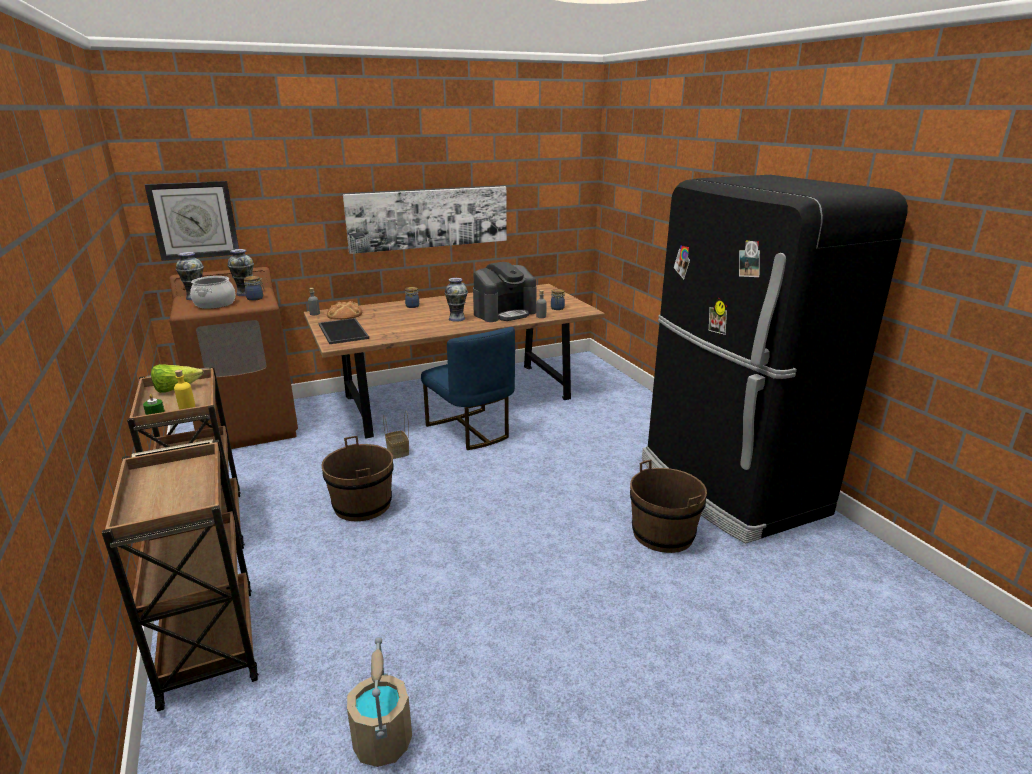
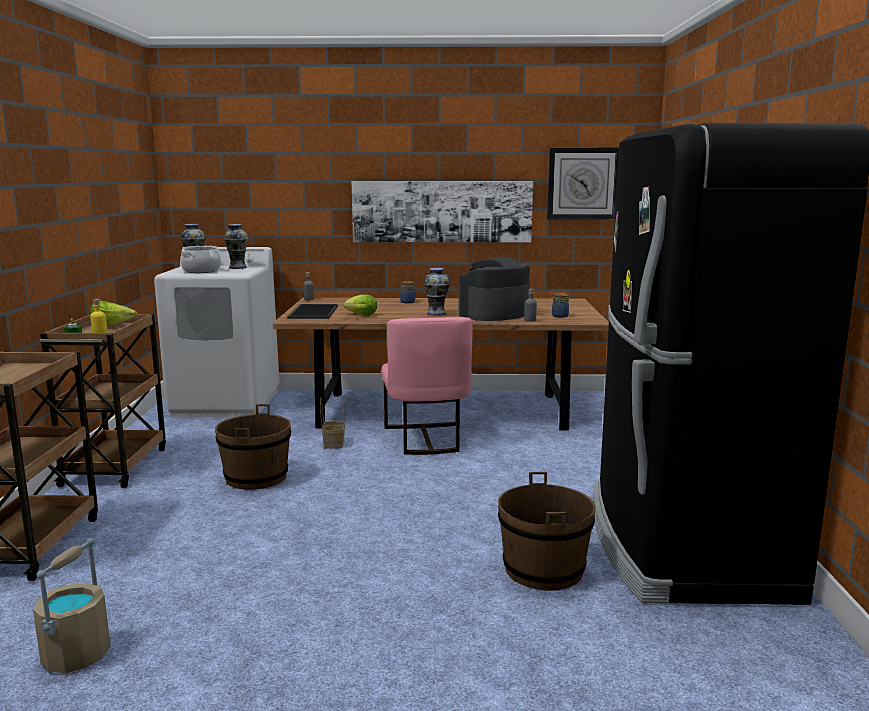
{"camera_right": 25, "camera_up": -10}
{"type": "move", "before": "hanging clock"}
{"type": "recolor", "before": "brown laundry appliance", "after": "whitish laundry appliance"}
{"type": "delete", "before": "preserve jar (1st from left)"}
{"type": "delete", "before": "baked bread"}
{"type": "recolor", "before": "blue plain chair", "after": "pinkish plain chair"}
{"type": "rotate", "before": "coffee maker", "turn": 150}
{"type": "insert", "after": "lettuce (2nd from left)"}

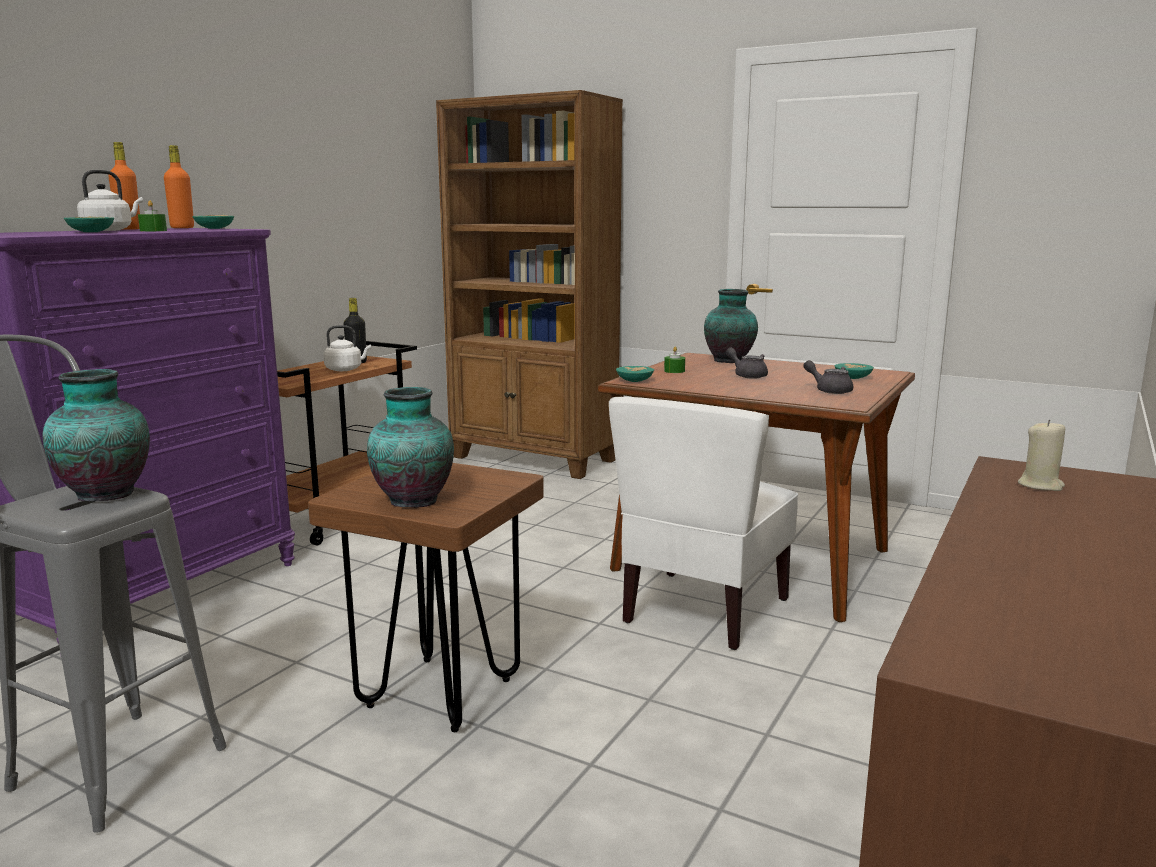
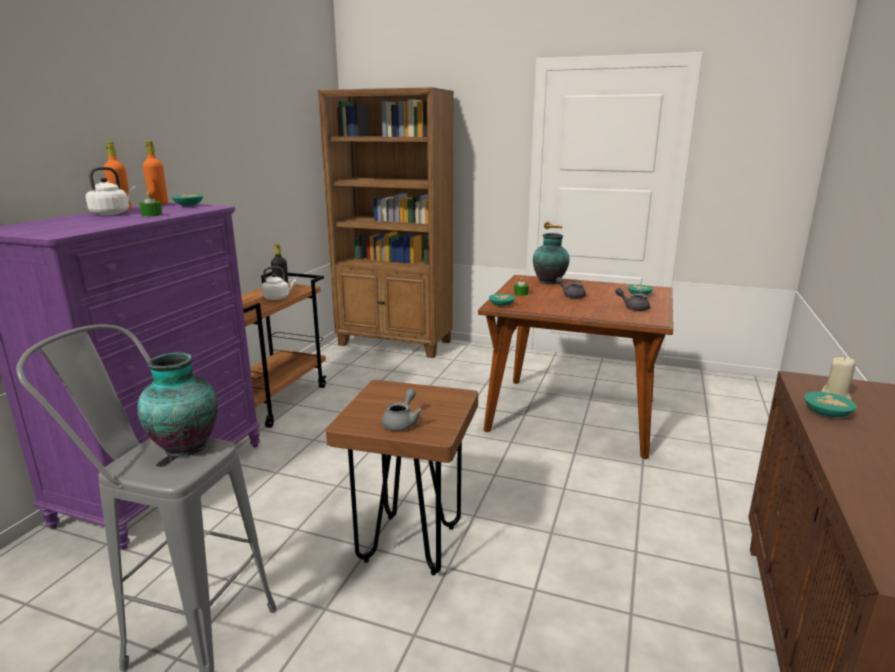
{"camera_right": -10, "camera_up": 5}
{"type": "move", "before": "turquoise-coloured deep dish (1st from left in the first image)", "after": "turquoise-coloured deep dish (4th from left)"}
{"type": "replace", "before": "decorative vase (2nd from left)", "after": "gray teapot (1st from left)"}
{"type": "delete", "before": "whitish plain chair"}

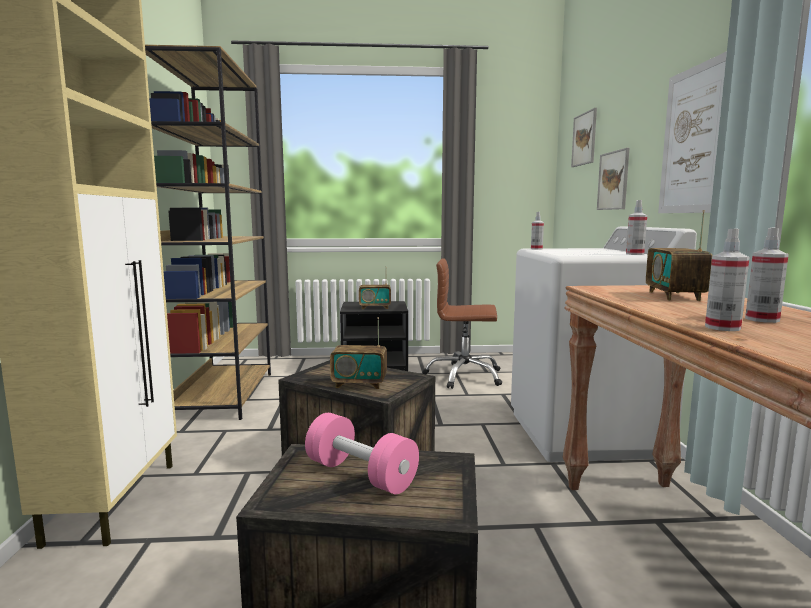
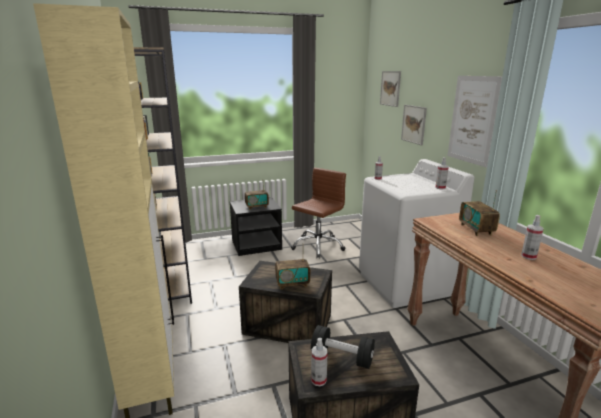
{"camera_right": -15, "camera_up": 10}
{"type": "recolor", "before": "pinkish free weight", "after": "black free weight"}
{"type": "rotate", "before": "brown computer chair", "turn": 135}
{"type": "move", "before": "sprayer (3rd from left in the first image)", "after": "sprayer (1st from left)"}

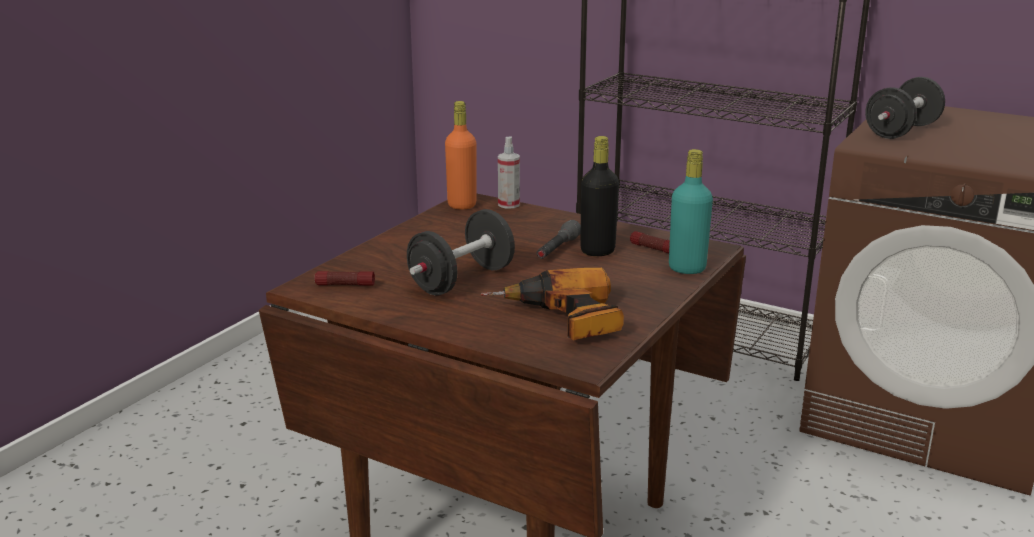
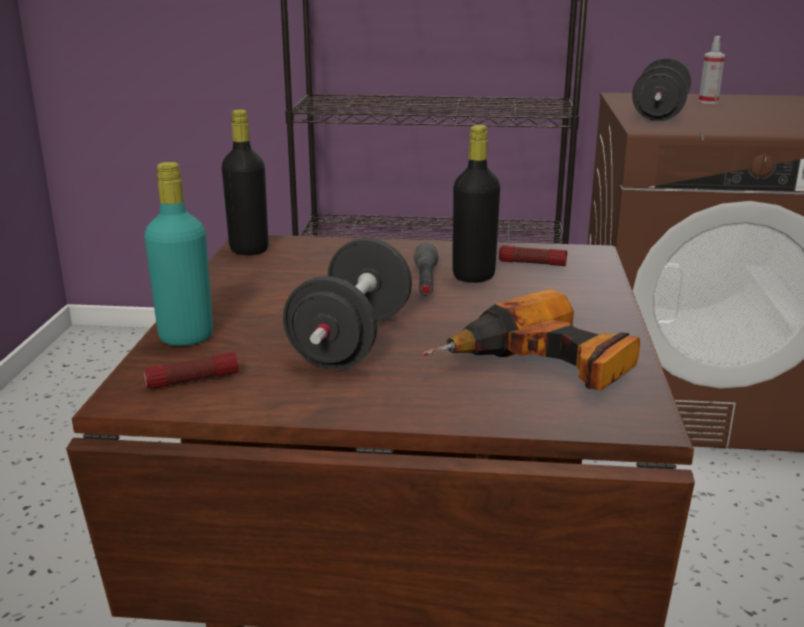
{"camera_right": -25, "camera_up": 0}
{"type": "recolor", "before": "orange-coloured drink bottle", "after": "black drink bottle (1st from left)"}
{"type": "move", "before": "sprayer"}
{"type": "move", "before": "turquoise-coloured drink bottle"}

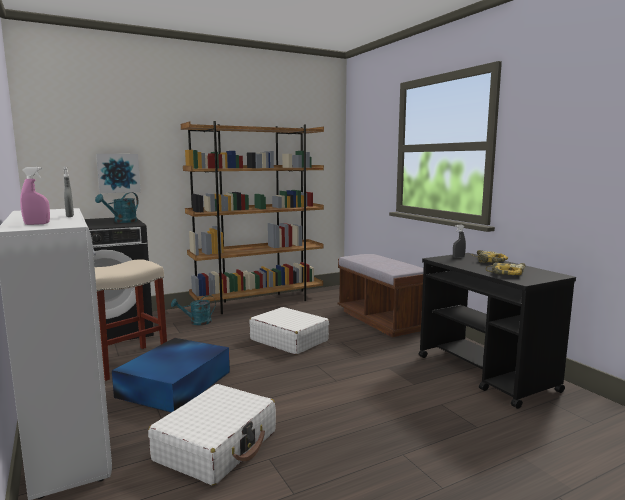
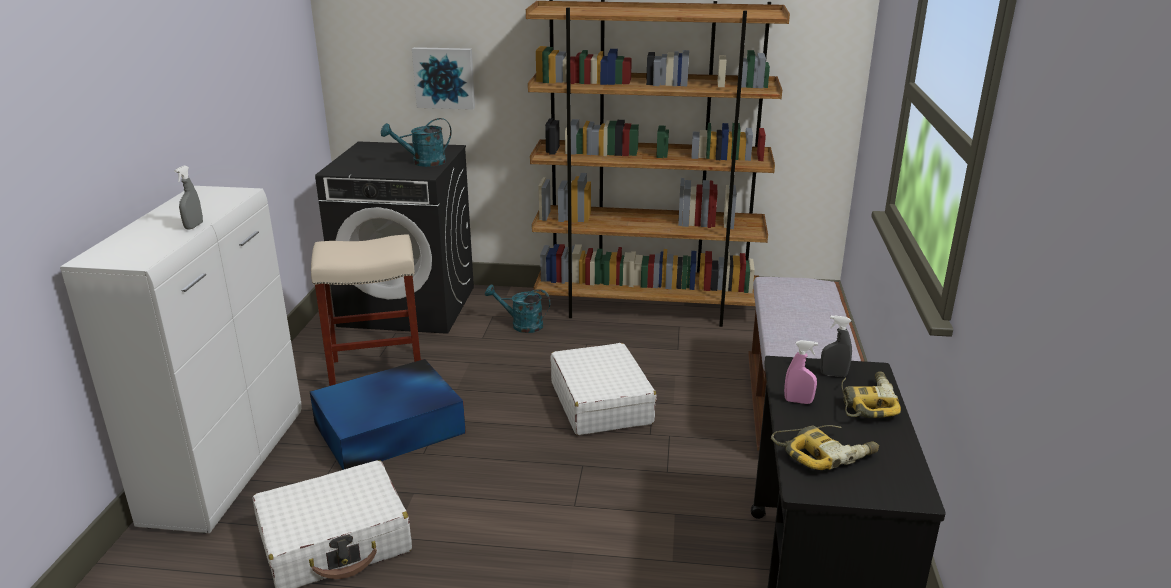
{"camera_right": 35, "camera_up": 15}
{"type": "move", "before": "pinkish sprayer"}

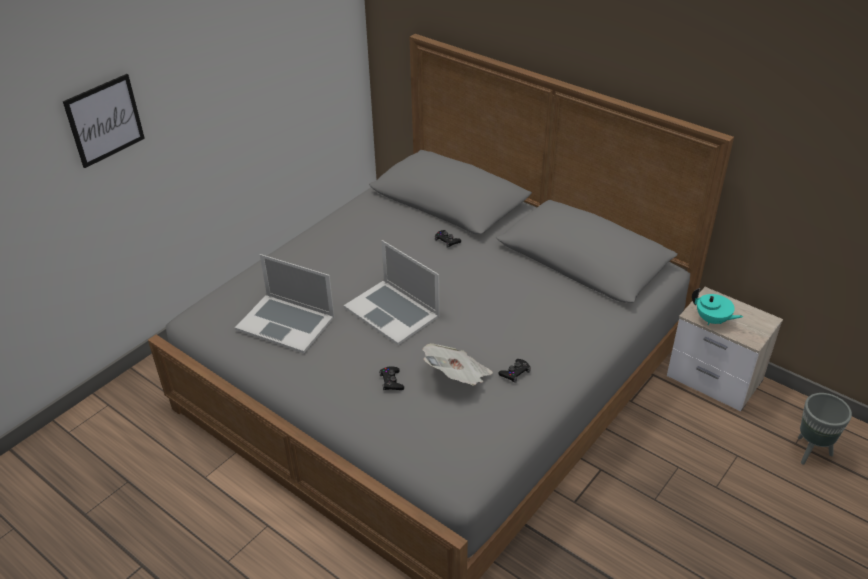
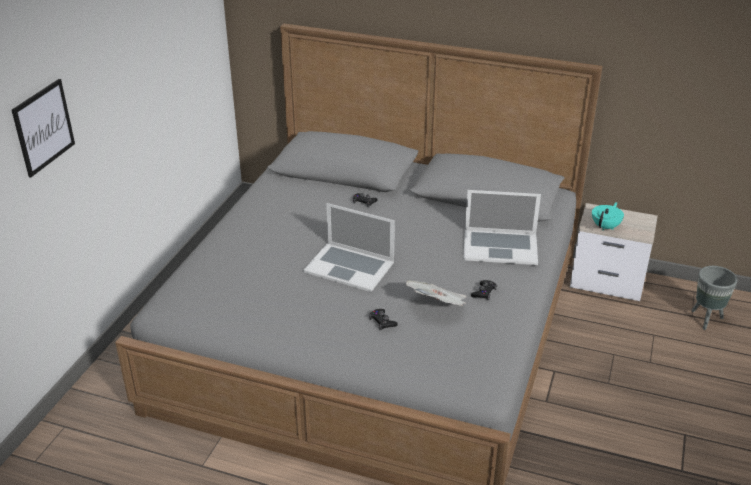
{"camera_right": -20, "camera_up": -5}
{"type": "move", "before": "notebook computer (1st from left in the first image)", "after": "notebook computer (2nd from left)"}
{"type": "rotate", "before": "turquoise-coloured teapot", "turn": -75}

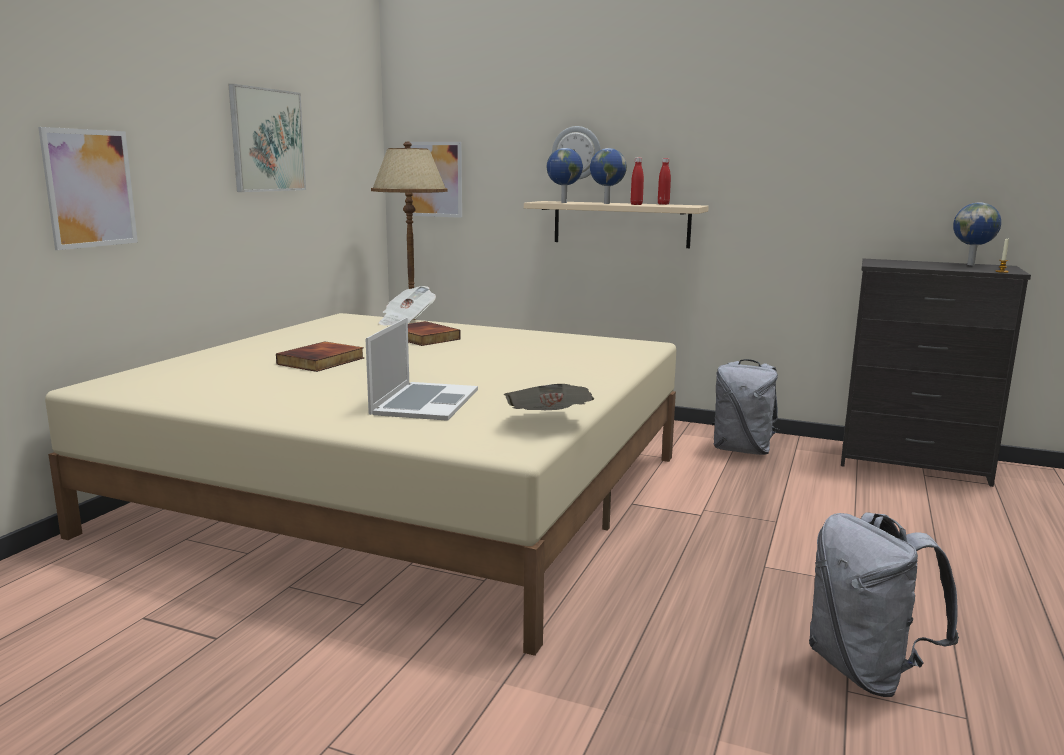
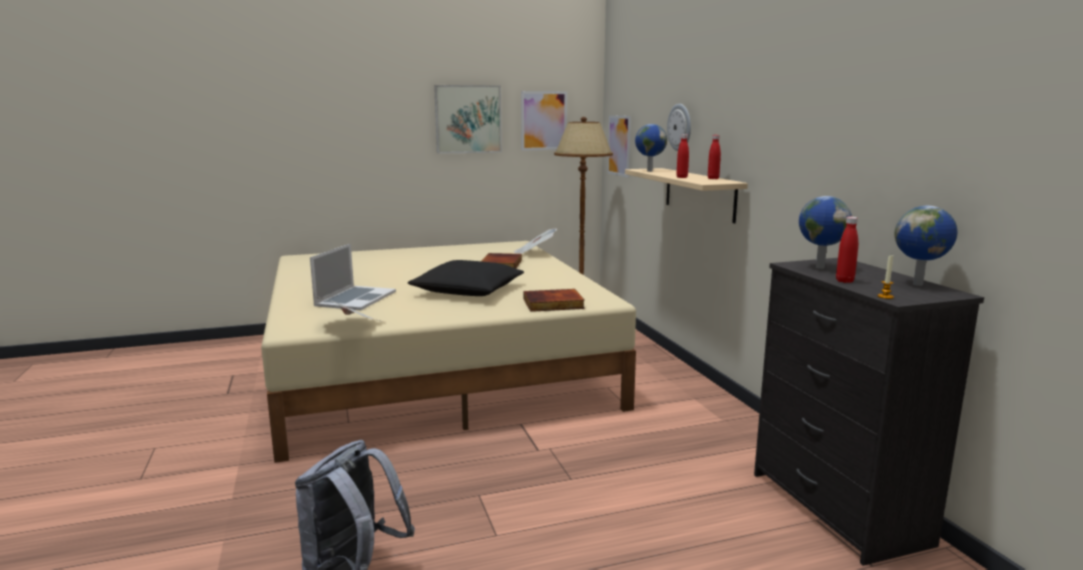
{"camera_right": 50, "camera_up": 0}
{"type": "move", "before": "wall picture (1st from left in the first image)", "after": "wall picture (2nd from left)"}
{"type": "move", "before": "volume (1st from left in the first image)", "after": "volume (2nd from left)"}
{"type": "rotate", "before": "notebook computer", "turn": -45}
{"type": "move", "before": "globe (2nd from left)"}
{"type": "delete", "before": "gray rucksack (1st from left)"}
{"type": "insert", "after": "black pillow"}
{"type": "insert", "after": "red-coloured drink bottle (3rd from left)"}

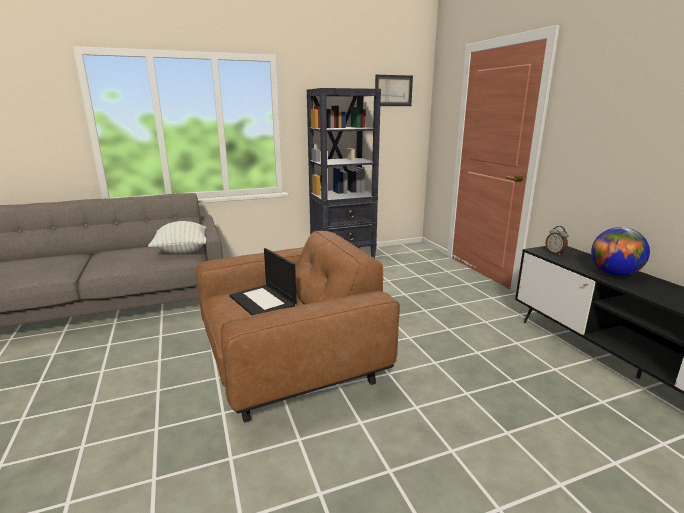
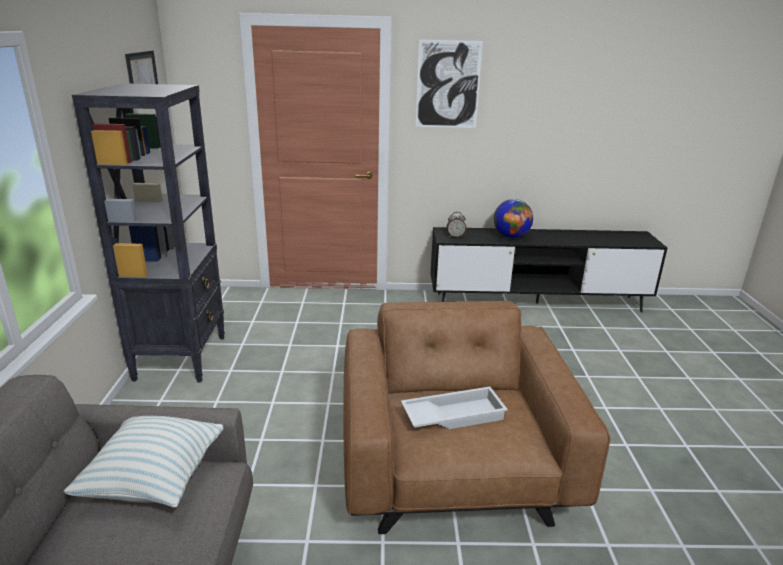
{"camera_right": -70, "camera_up": 5}
{"type": "replace", "before": "notebook computer", "after": "whitish tray"}
{"type": "insert", "after": "wall picture (2nd from left)"}

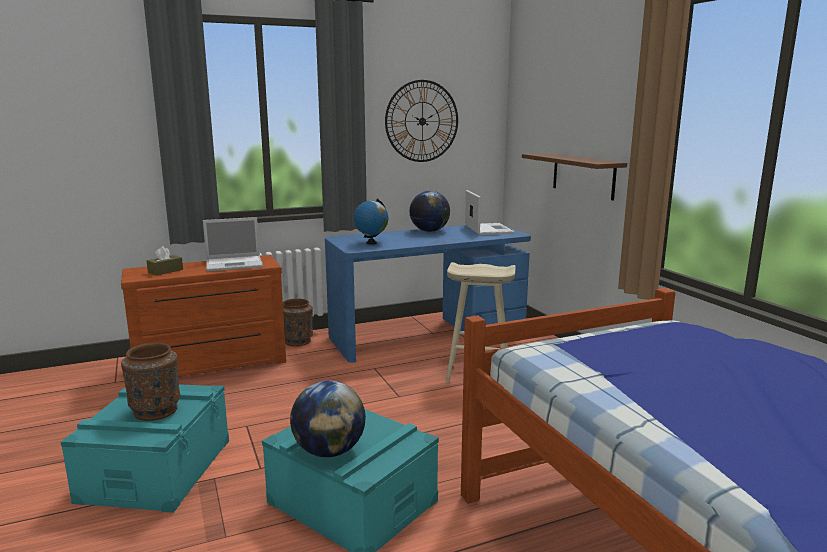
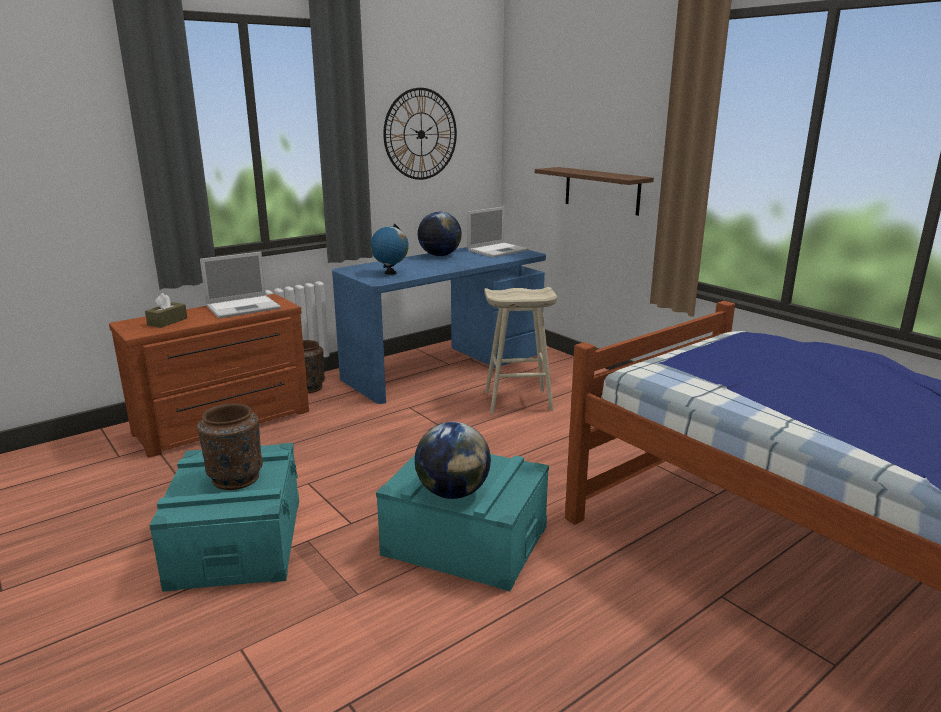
{"camera_right": -15, "camera_up": 5}
{"type": "rotate", "before": "notebook computer (2nd from left)", "turn": 75}

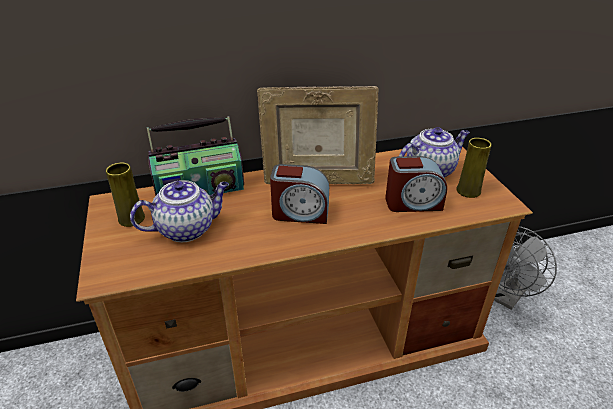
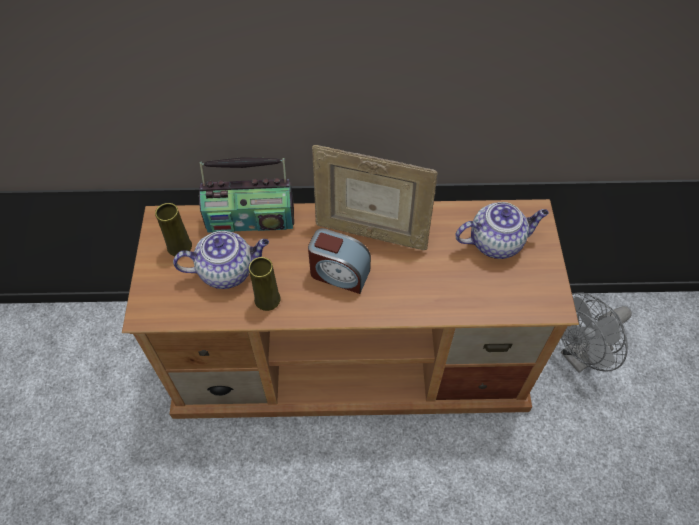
{"camera_right": 15, "camera_up": 20}
{"type": "delete", "before": "bedside clock (2nd from left)"}
{"type": "move", "before": "yellowish decorative vase (2nd from left)"}

